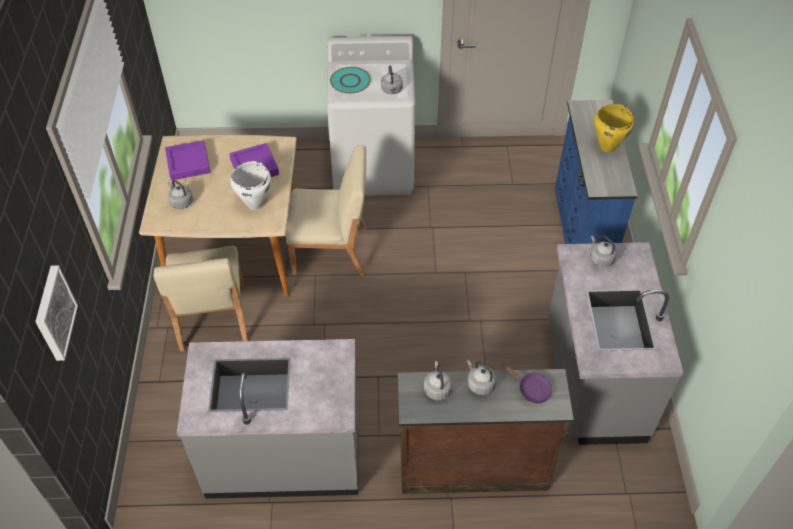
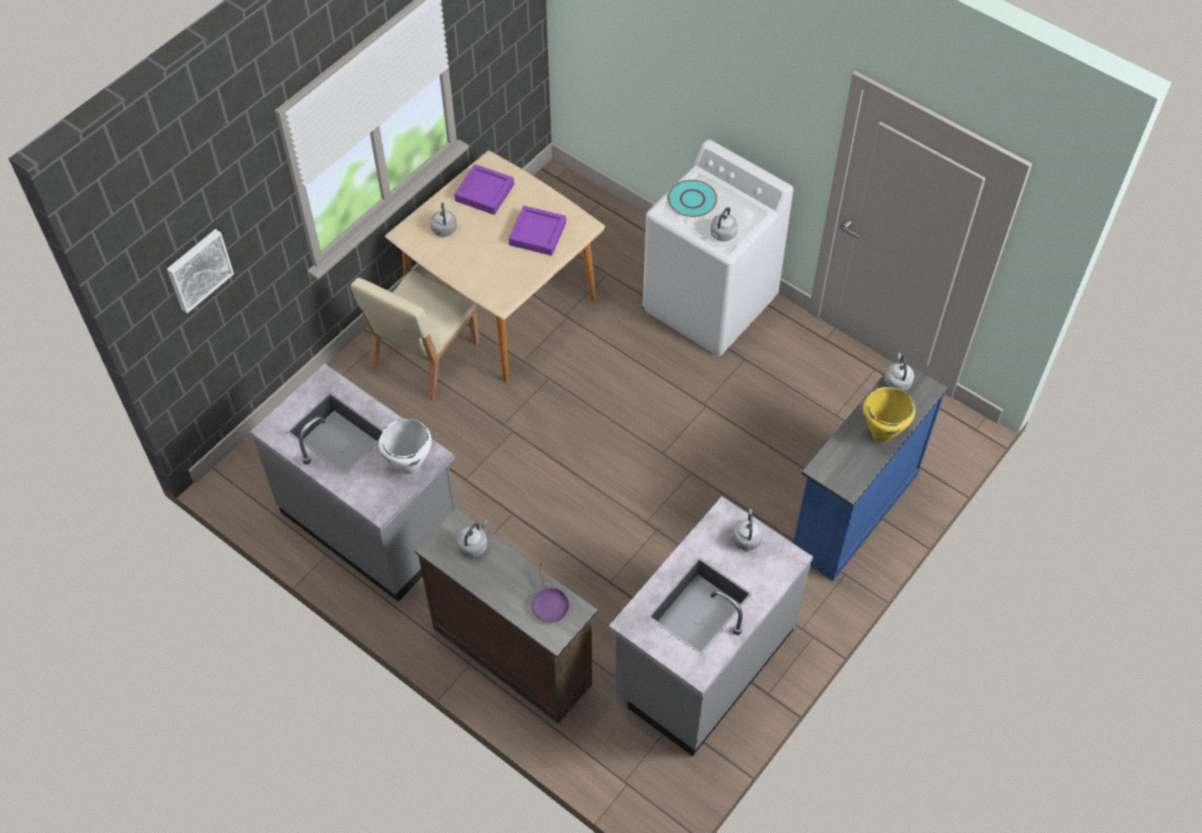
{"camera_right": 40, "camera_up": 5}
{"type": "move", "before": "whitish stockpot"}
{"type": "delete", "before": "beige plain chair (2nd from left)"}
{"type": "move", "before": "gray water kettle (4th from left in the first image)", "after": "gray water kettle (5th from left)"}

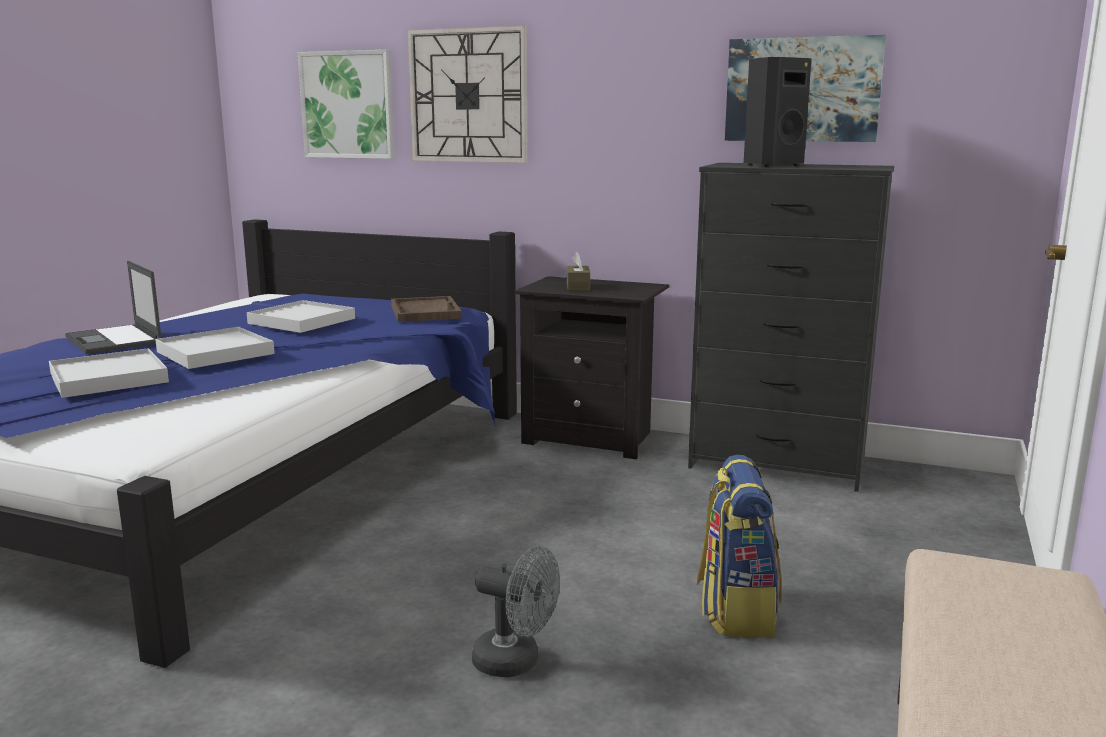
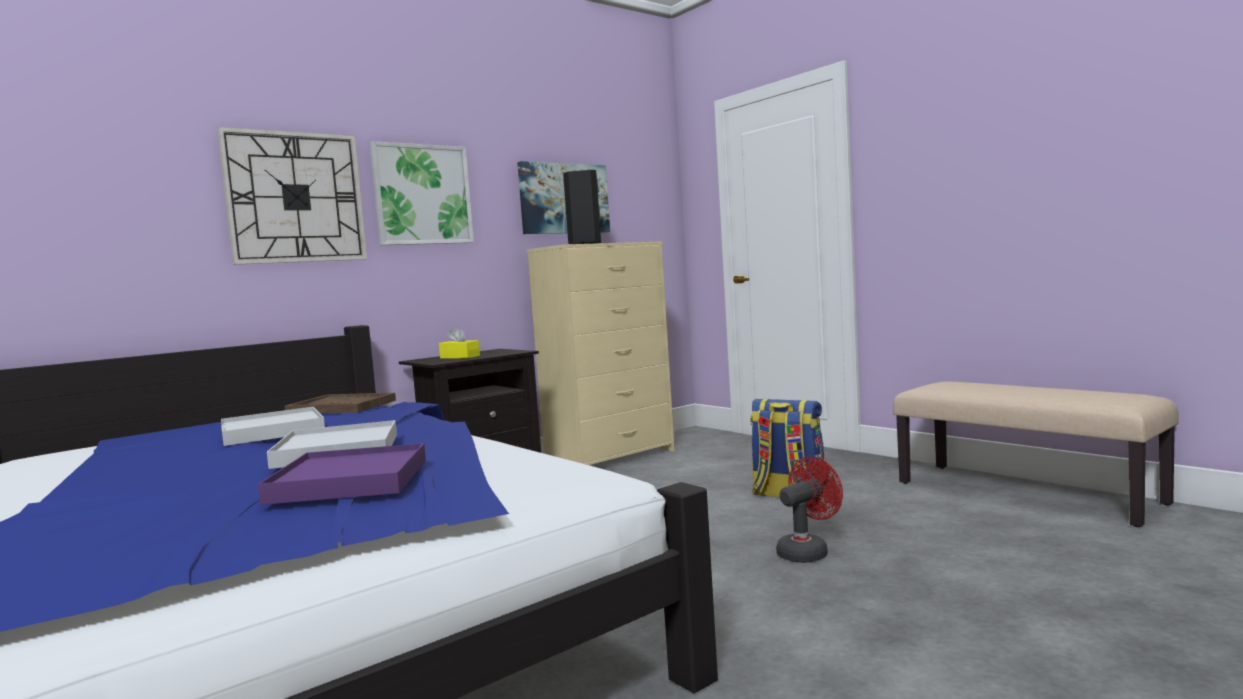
{"camera_right": -60, "camera_up": -10}
{"type": "recolor", "before": "whitish tray (1st from left)", "after": "purple-coloured tray"}
{"type": "delete", "before": "notebook computer"}
{"type": "move", "before": "wall picture (1st from left)"}
{"type": "recolor", "before": "gray electric fan", "after": "red-coloured electric fan"}
{"type": "recolor", "before": "brown box of tissues", "after": "yellowish box of tissues"}
{"type": "recolor", "before": "black chest of drawers", "after": "beige chest of drawers"}

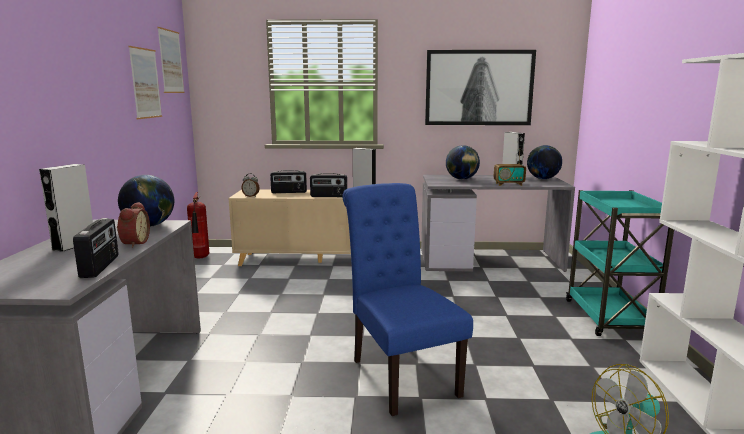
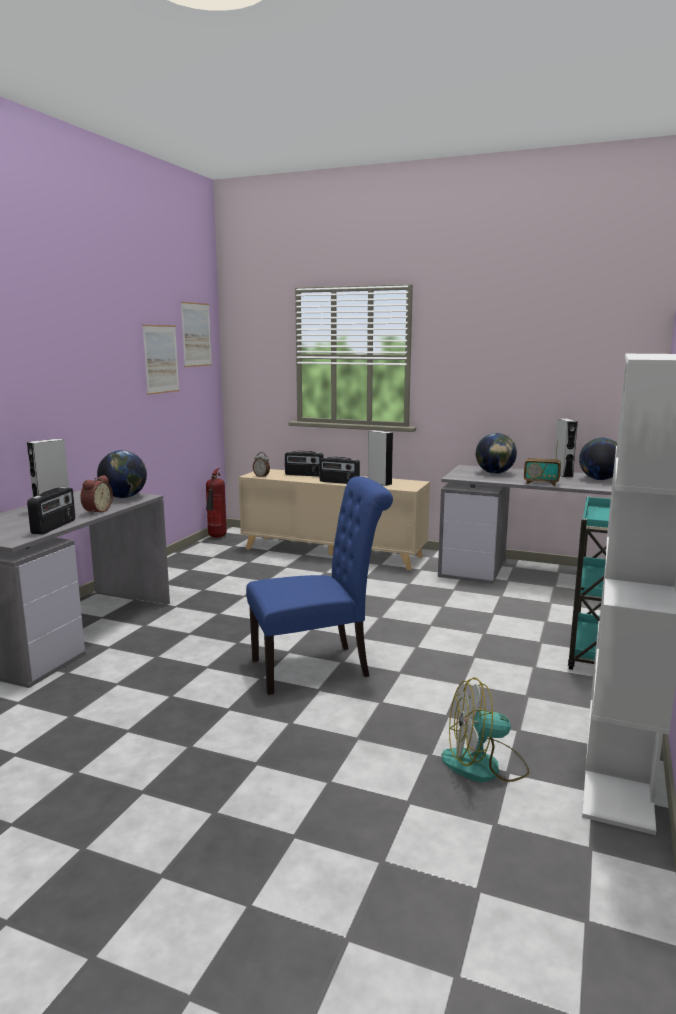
{"camera_right": 20, "camera_up": 0}
{"type": "rotate", "before": "blue plain chair", "turn": 75}
{"type": "delete", "before": "wall picture (3rd from left)"}

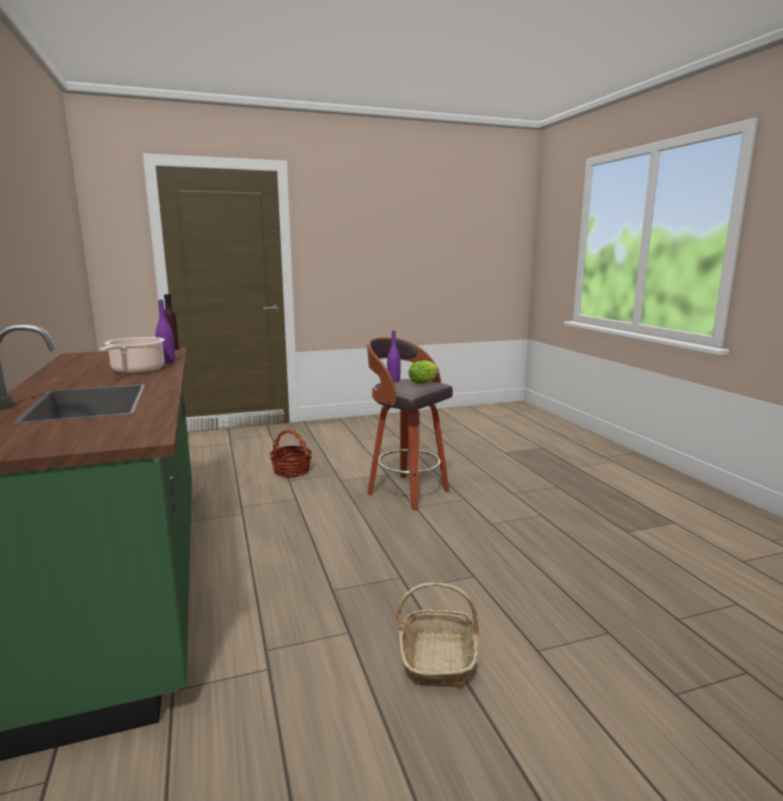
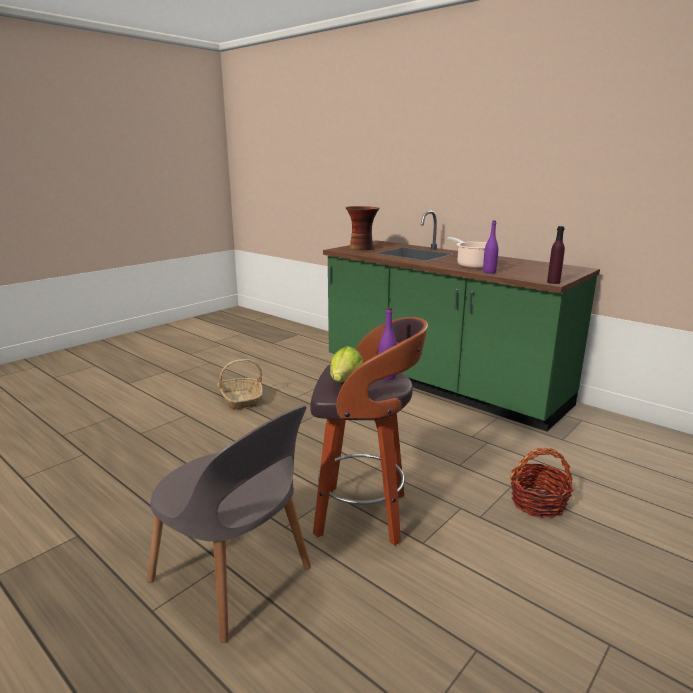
{"camera_right": 150, "camera_up": 5}
{"type": "insert", "after": "gray plain chair"}
{"type": "insert", "after": "decorative vase"}

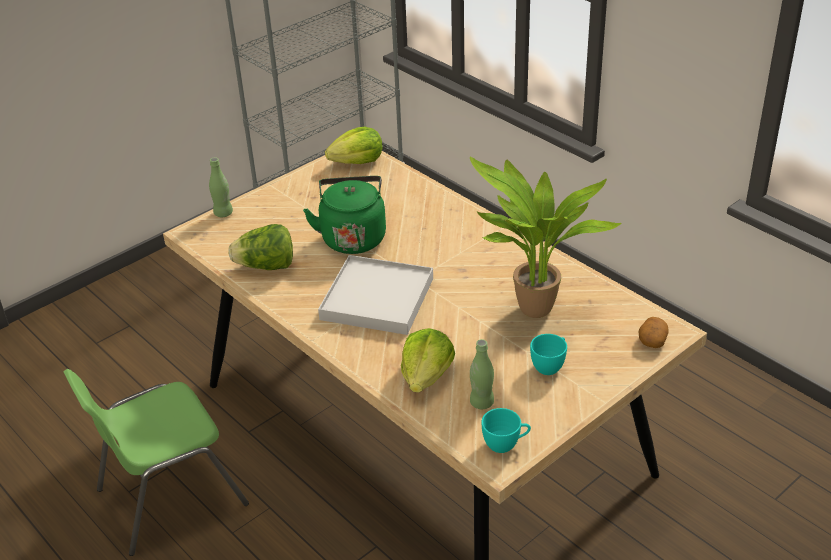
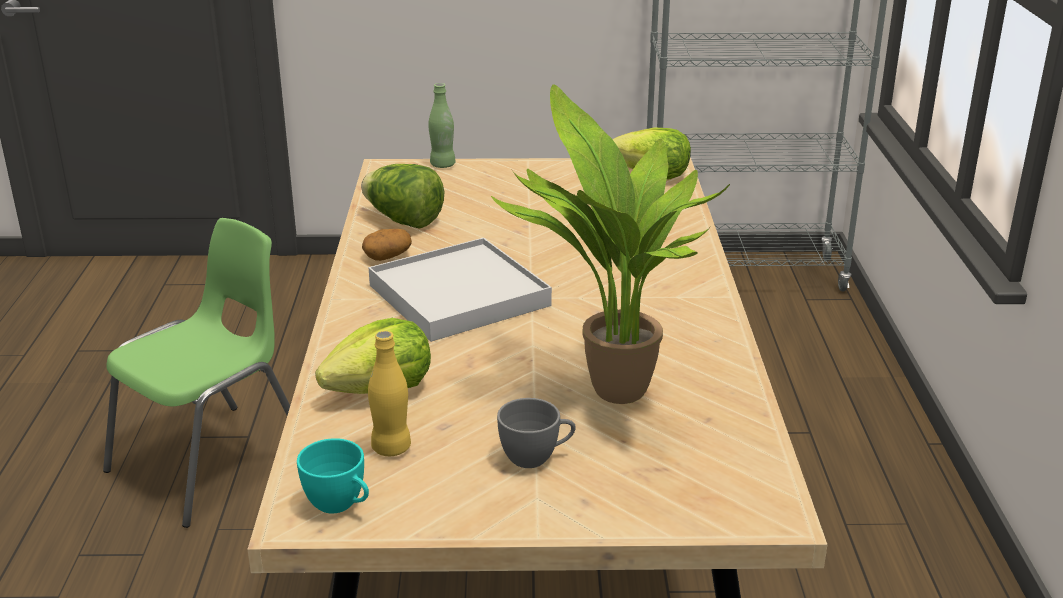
{"camera_right": 40, "camera_up": -10}
{"type": "rotate", "before": "green plain chair", "turn": 120}
{"type": "delete", "before": "green water kettle"}
{"type": "recolor", "before": "green drink bottle (2nd from left)", "after": "yellowish drink bottle"}
{"type": "recolor", "before": "turquoise-coloured cup (2nd from left)", "after": "gray cup"}
{"type": "move", "before": "potato"}

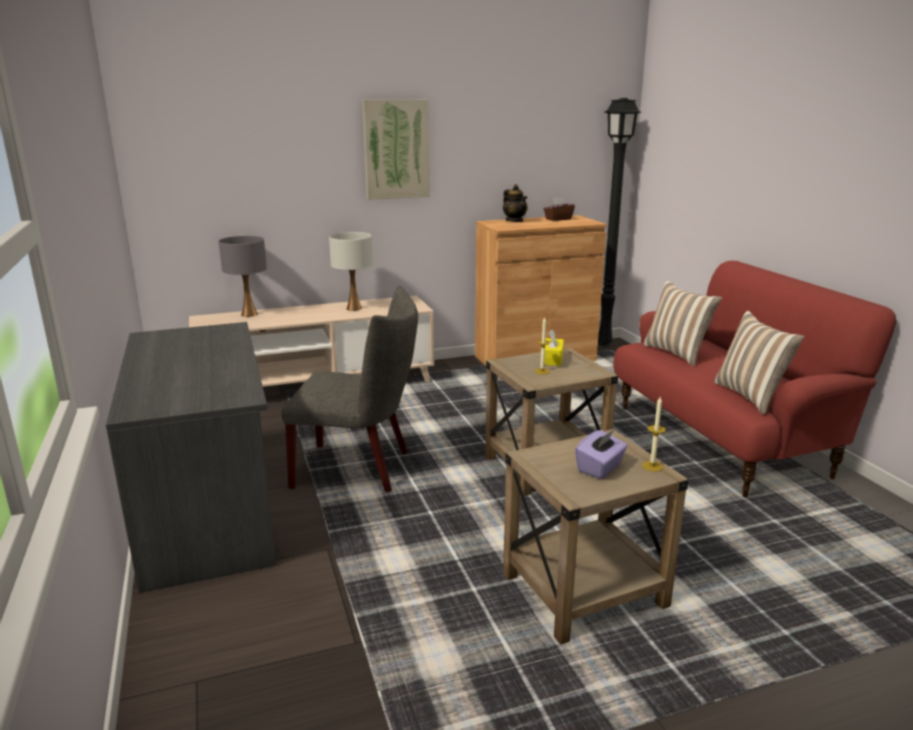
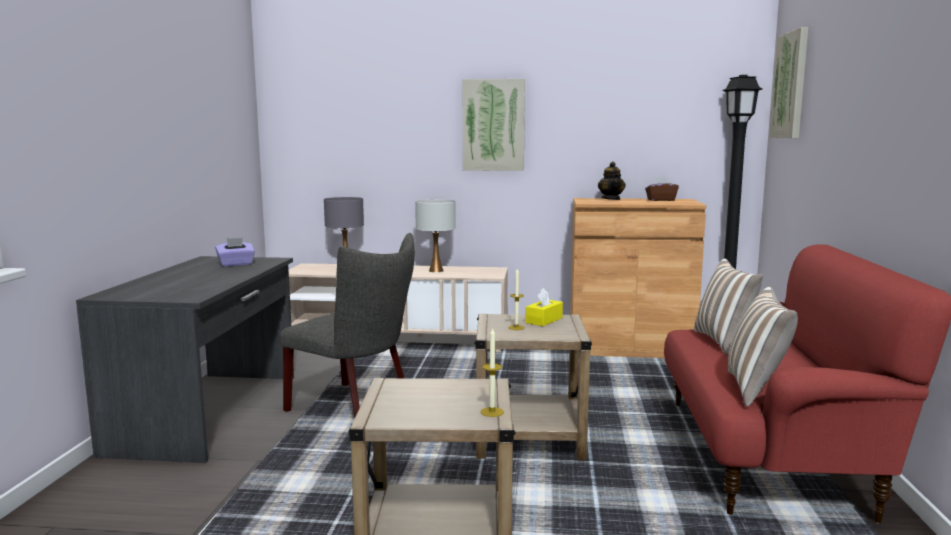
{"camera_right": 25, "camera_up": -10}
{"type": "move", "before": "purple-coloured box of tissues"}
{"type": "insert", "after": "wall picture (2nd from left)"}

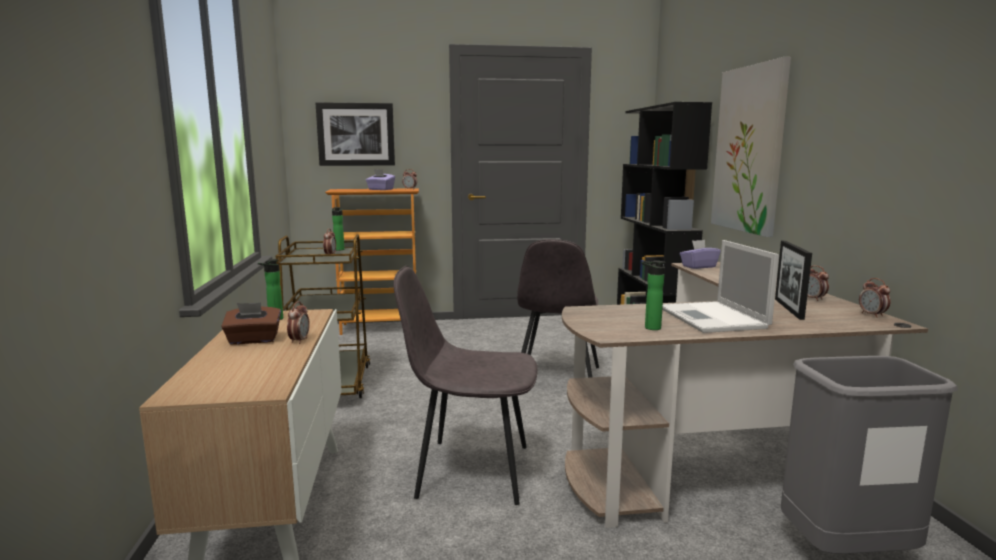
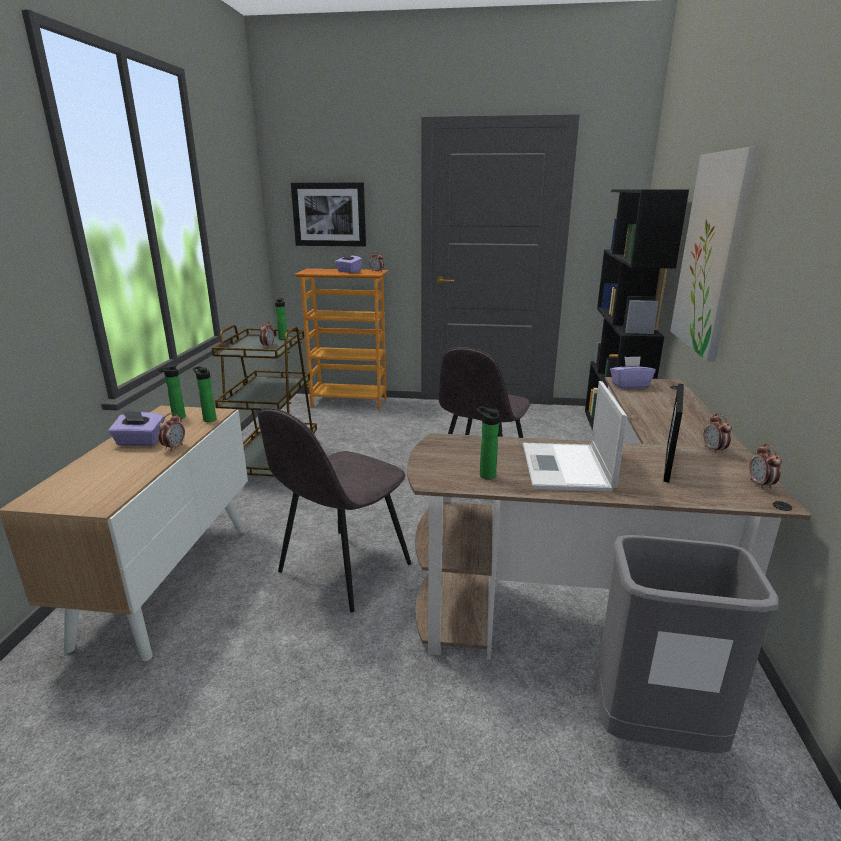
{"camera_right": 15, "camera_up": 10}
{"type": "recolor", "before": "brown box of tissues", "after": "purple-coloured box of tissues (1st from left)"}
{"type": "rotate", "before": "gray plain chair (1st from left)", "turn": -75}
{"type": "insert", "after": "drink bottle (2nd from left)"}

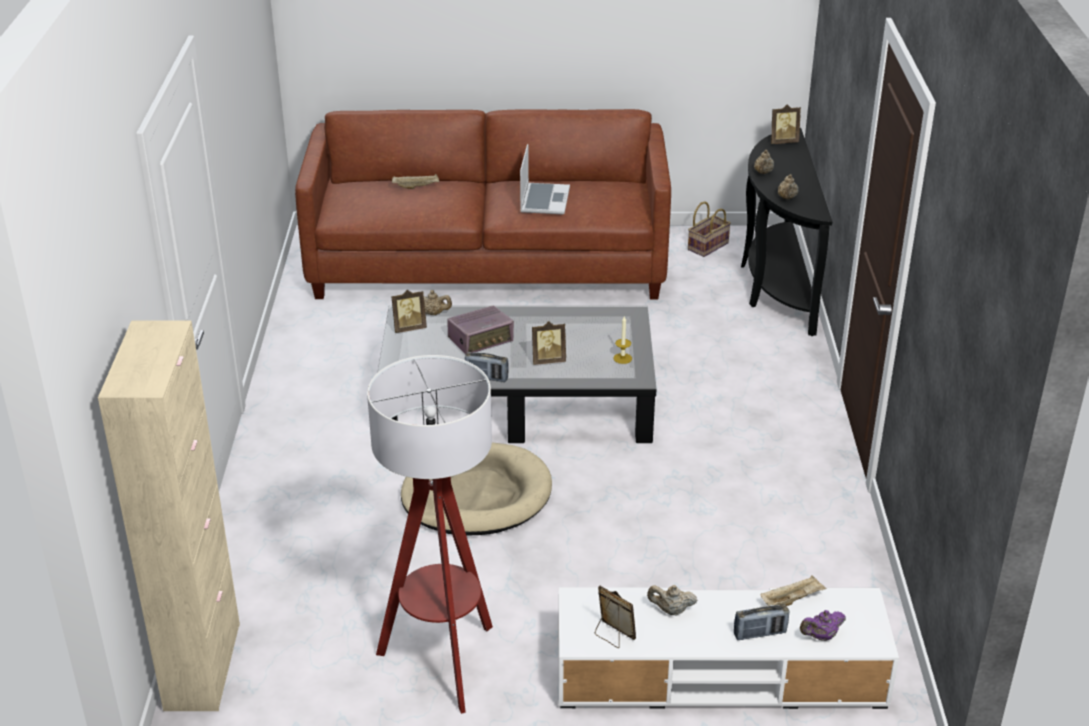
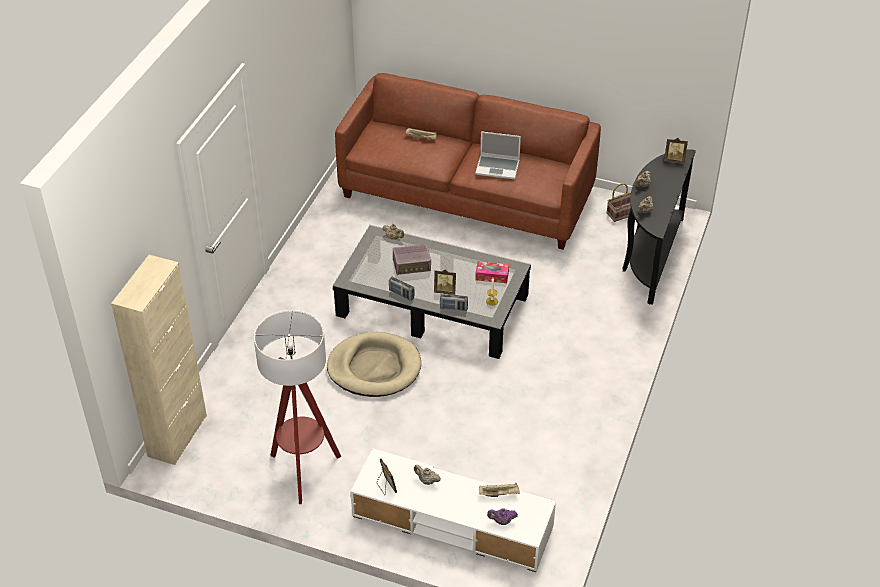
{"camera_right": 20, "camera_up": 10}
{"type": "delete", "before": "standing frame (1st from left)"}
{"type": "rotate", "before": "notebook computer", "turn": 75}
{"type": "move", "before": "radio set (3rd from left)"}
{"type": "insert", "after": "box of tissues"}

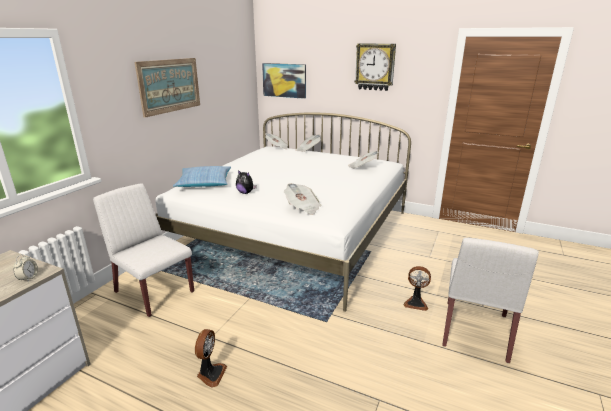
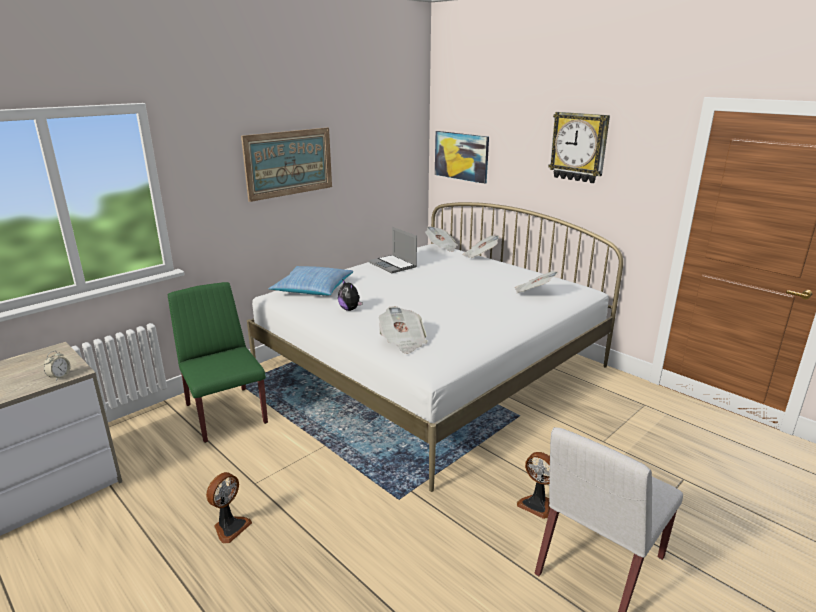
{"camera_right": 20, "camera_up": 0}
{"type": "recolor", "before": "whitish plain chair (1st from left)", "after": "green plain chair"}
{"type": "insert", "after": "notebook computer"}

